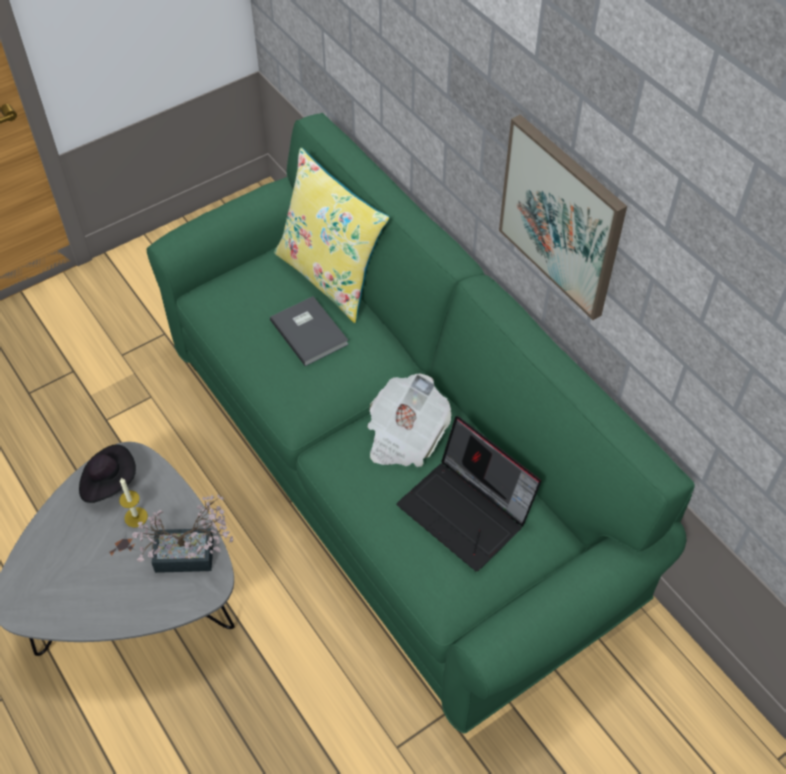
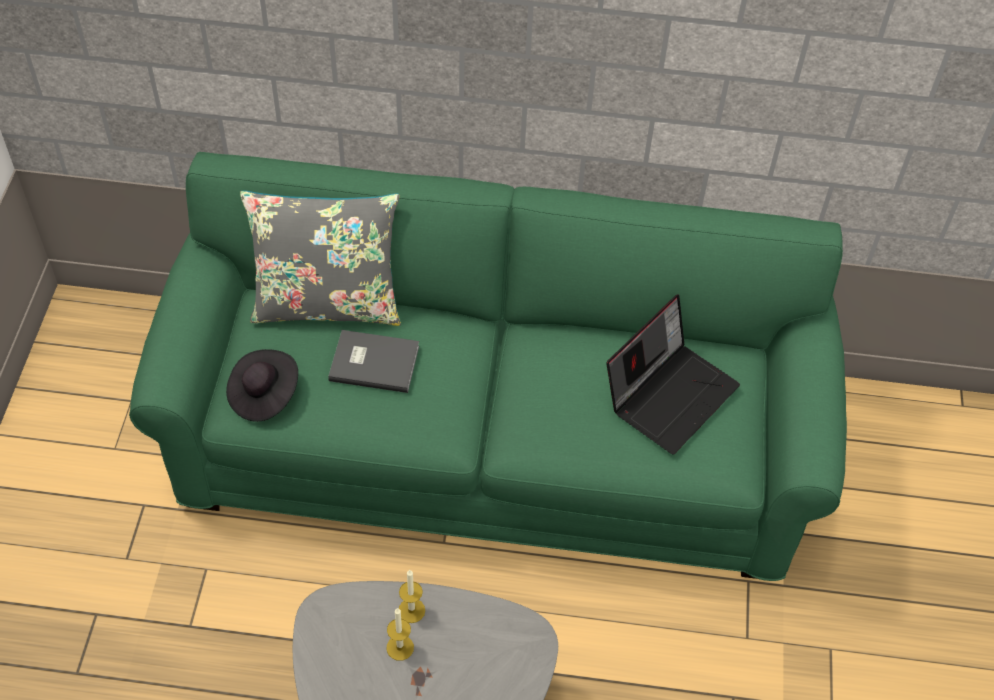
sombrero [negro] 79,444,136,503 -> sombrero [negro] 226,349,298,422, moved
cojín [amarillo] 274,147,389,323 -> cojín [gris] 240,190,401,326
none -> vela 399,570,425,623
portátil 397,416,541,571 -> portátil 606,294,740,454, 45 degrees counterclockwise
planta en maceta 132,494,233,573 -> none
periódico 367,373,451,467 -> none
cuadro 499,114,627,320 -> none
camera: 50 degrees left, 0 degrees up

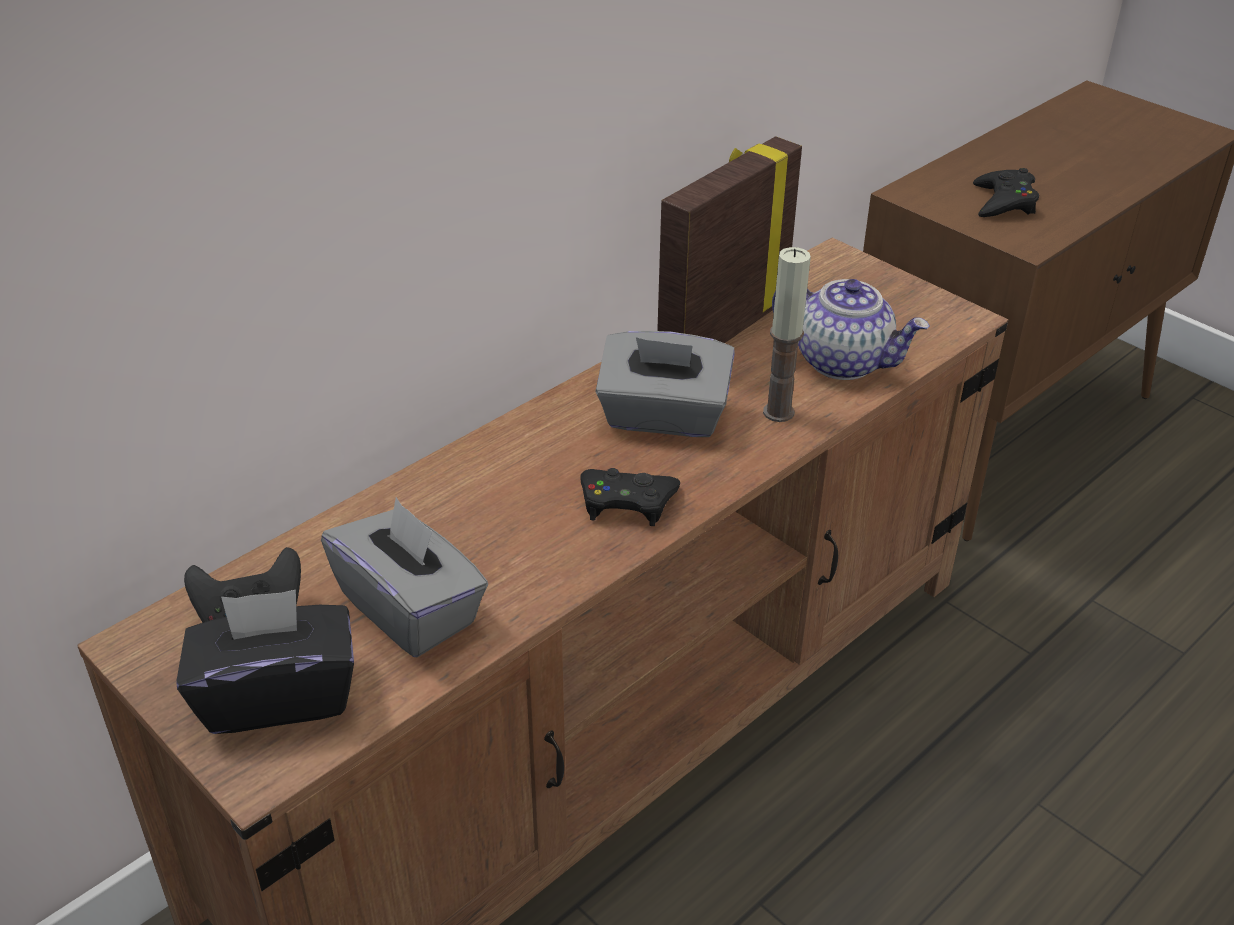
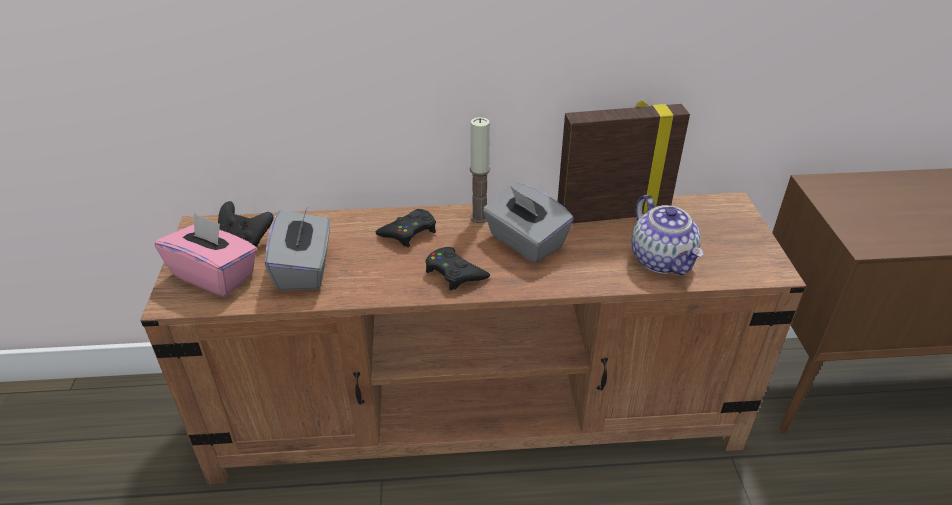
caja de pañuelos [negro] 176,590,354,734 -> caja de pañuelos [rosa] 155,213,257,296
mando de consola [negro] 973,168,1039,217 -> mando de consola [negro] 376,209,436,247, moved
vela 763,247,811,422 -> vela 470,117,490,223, moved
camera: 40 degrees right, 0 degrees up

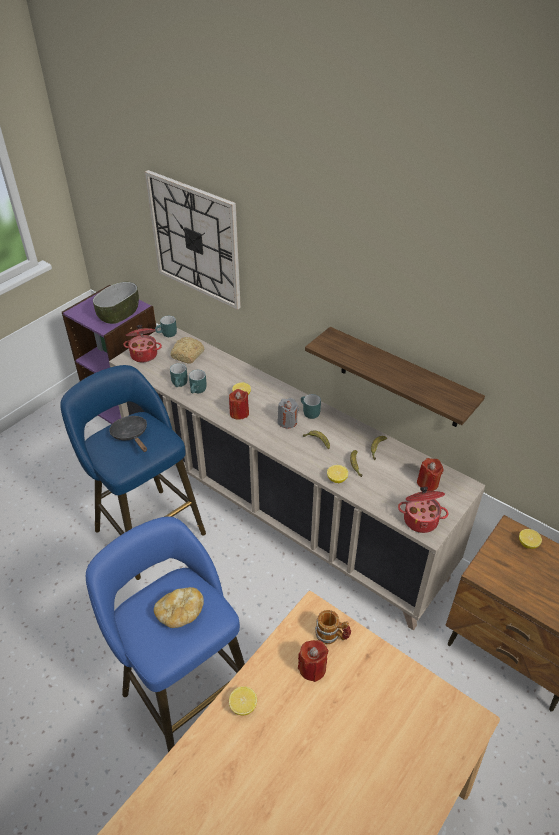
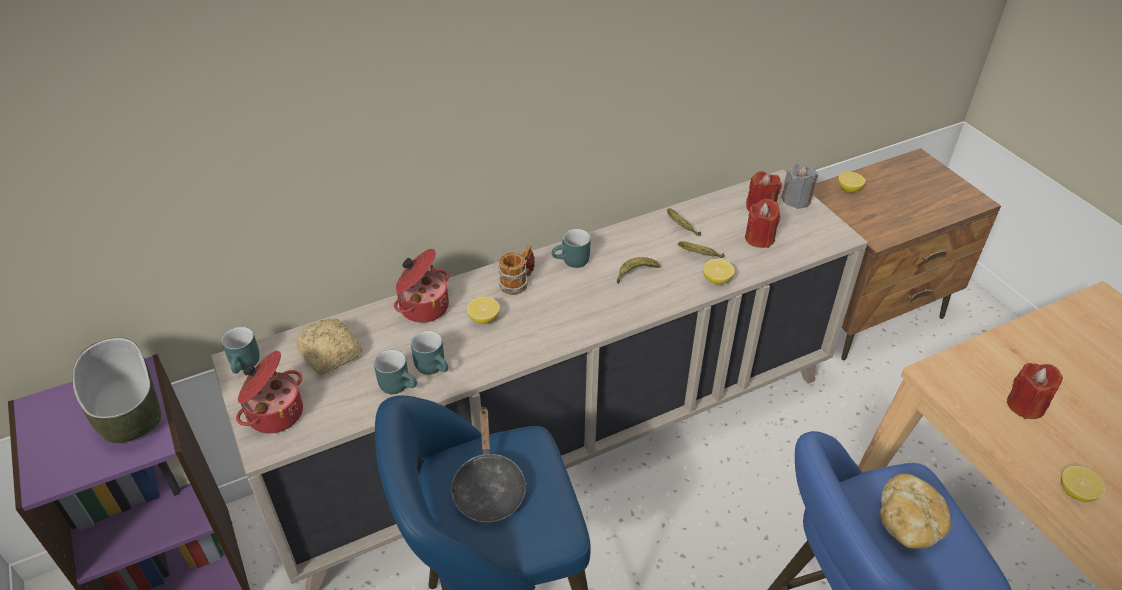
olla 398,486,448,533 -> olla 394,249,449,323, moved
sartén [negro] 109,416,147,452 -> sartén [negro] 450,408,527,523, 90 degrees counterclockwise
taza grande 315,610,351,644 -> taza grande 498,245,535,295, moved
vela [rojo] 229,389,249,420 -> vela [rojo] 745,199,780,248, moved
vela [gris] 277,398,299,429 -> vela [gris] 781,164,818,209, moved
reloj de pared 145,170,241,310 -> none
estante 305,327,485,427 -> none
camera: 65 degrees left, 0 degrees up

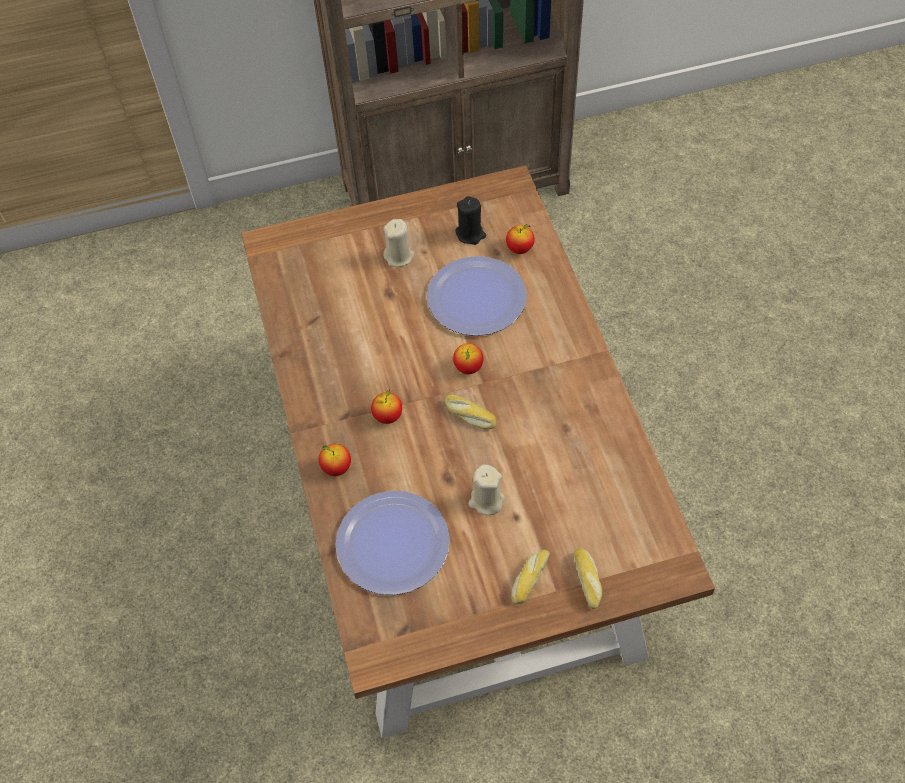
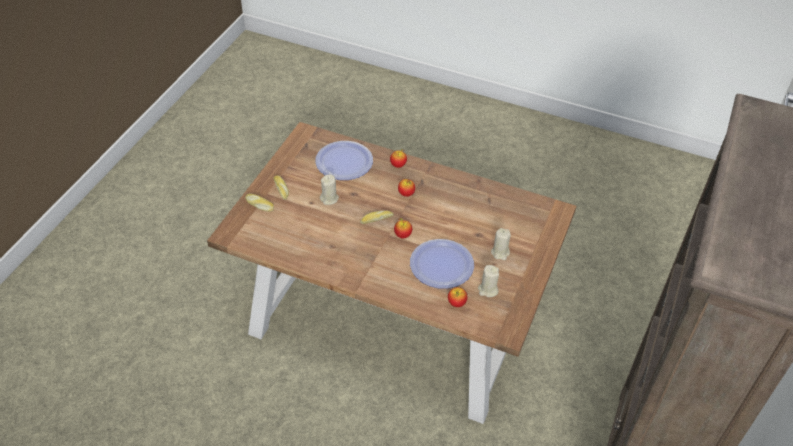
vela [negro] 455,196,486,245 -> vela [beis] 478,265,499,297
camera: 125 degrees right, 10 degrees down

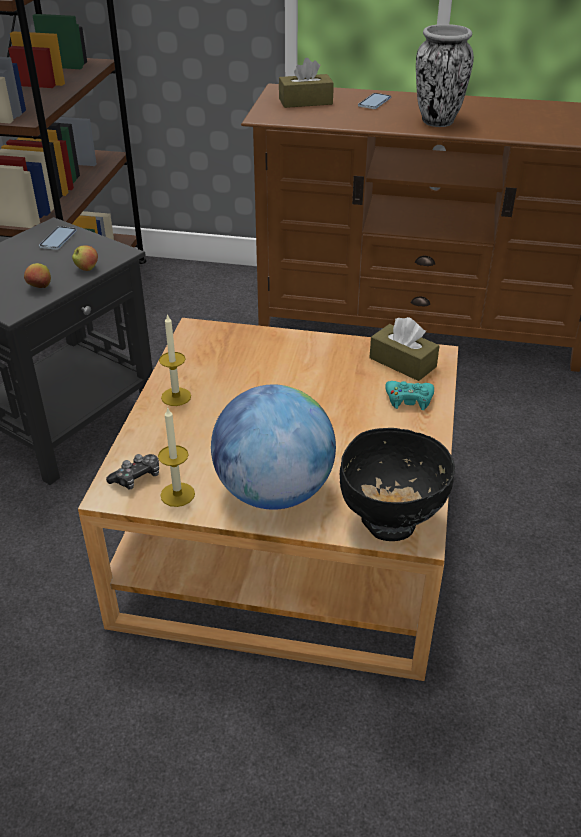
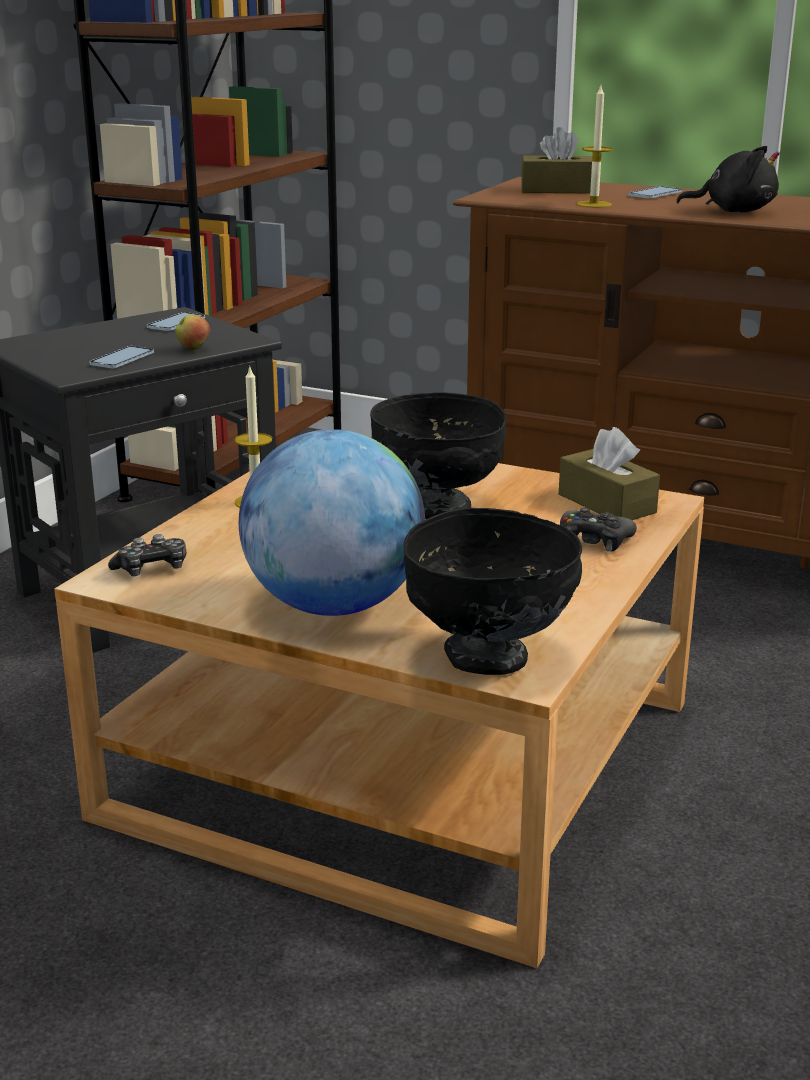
manzana 24,263,51,288 -> móvil 89,346,154,368
none -> cuenco [negro] 370,392,506,519
mando de consola [turquesa] 385,381,434,410 -> mando de consola [negro] 560,508,637,552
vela 158,407,195,507 -> vela 576,86,613,208, moved
florero 416,24,474,127 -> peluche [negro] 676,146,780,212
camera: 15 degrees right, 15 degrees down

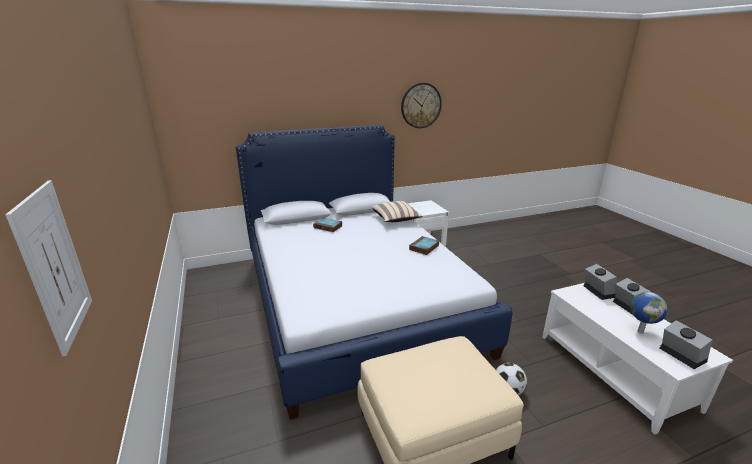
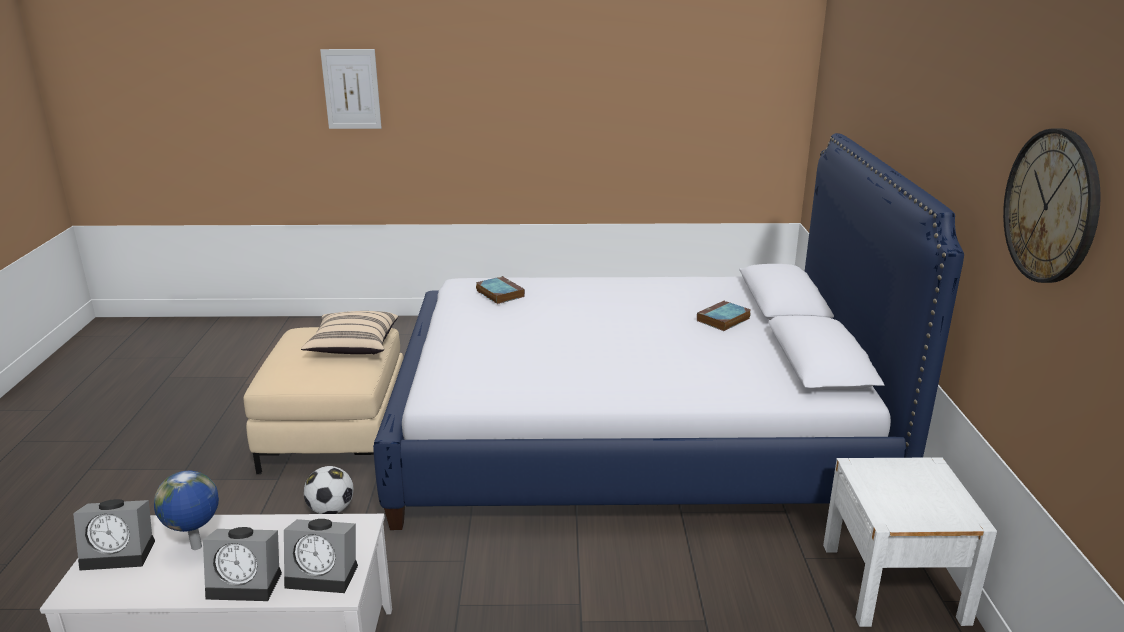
cojín [beis] 372,201,423,222 -> cojín [beis] 301,311,398,354, moved
libro 409,236,439,255 -> libro 476,276,525,304, moved
camera: 110 degrees right, 0 degrees up

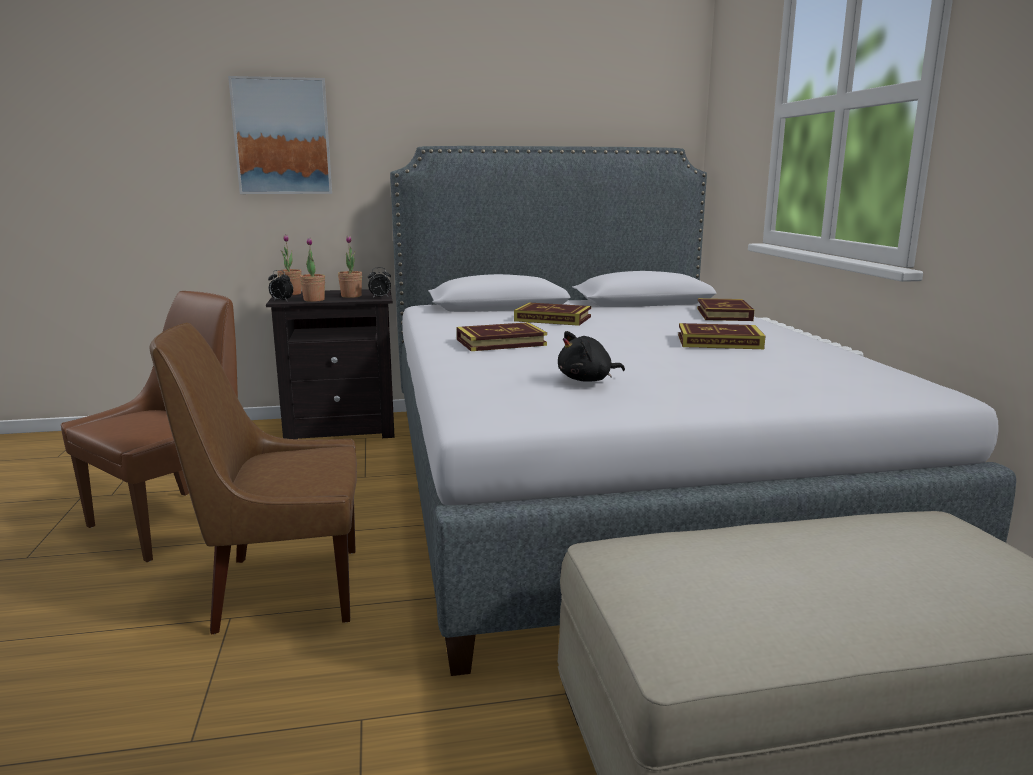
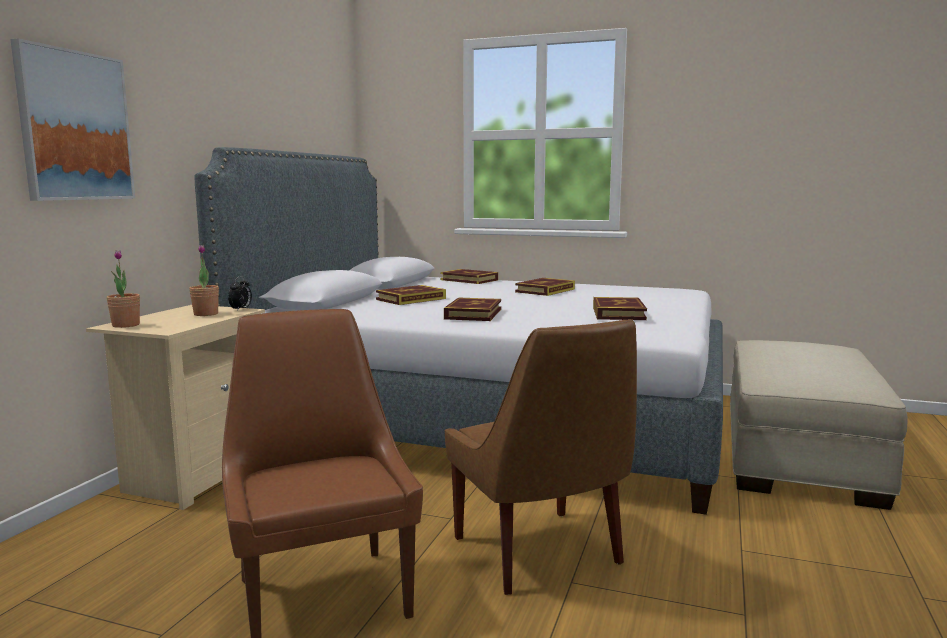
mesita de noche [negro] 266,289,395,439 -> mesita de noche [beis] 86,305,265,510
silla [marrón] 149,323,357,635 -> silla [marrón] 445,319,637,595, 45 degrees counterclockwise
peluche [negro] 558,331,625,382 -> libro 593,297,647,320
despertador 268,270,293,302 -> none
planta en maceta 300,238,325,302 -> none
camera: 60 degrees left, 5 degrees down

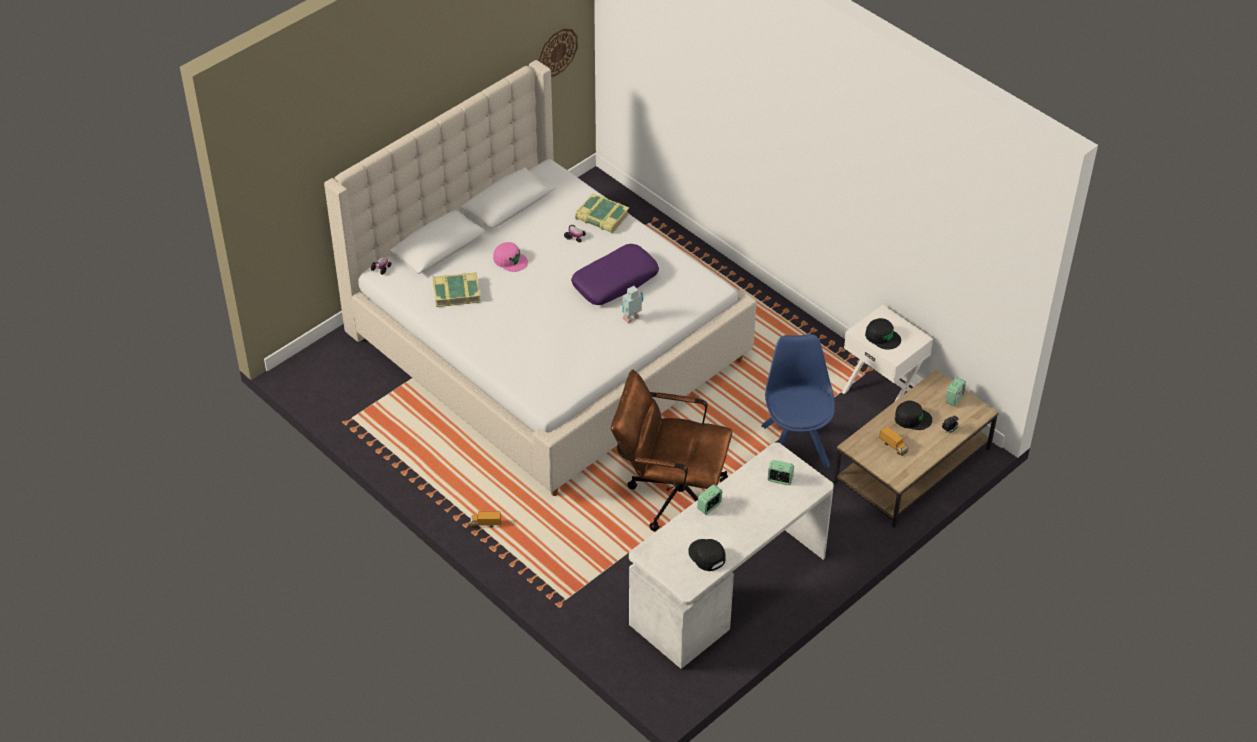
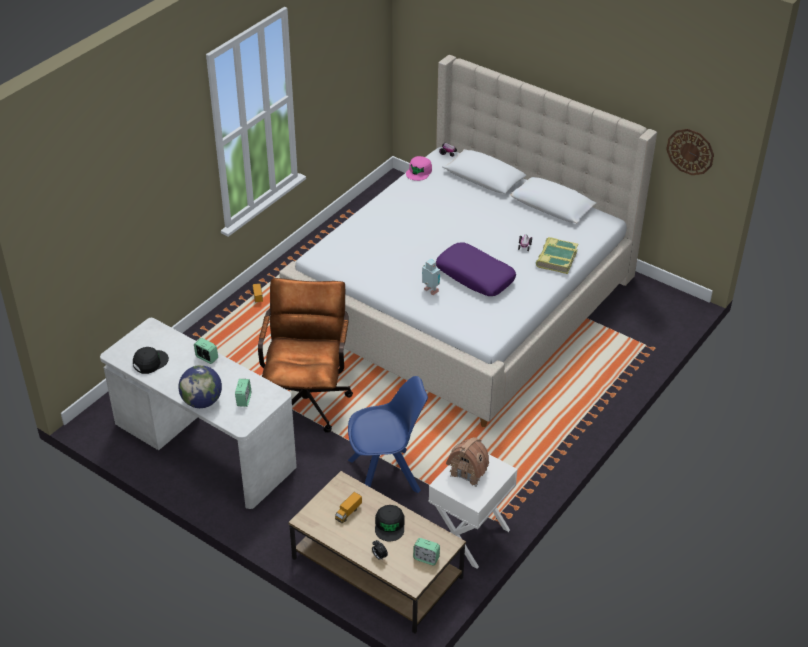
none -> globo terráqueo 178,365,222,408
gorra [rosa] 493,242,528,272 -> gorra [rosa] 406,156,432,181, moved
gorra [negro] 865,318,901,350 -> casita 446,437,489,487
libro 433,272,480,307 -> none
camera: 80 degrees right, 5 degrees down

